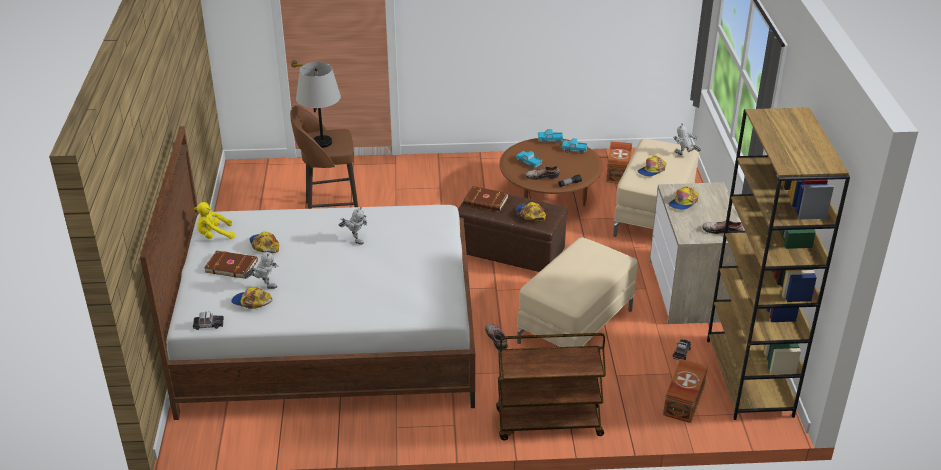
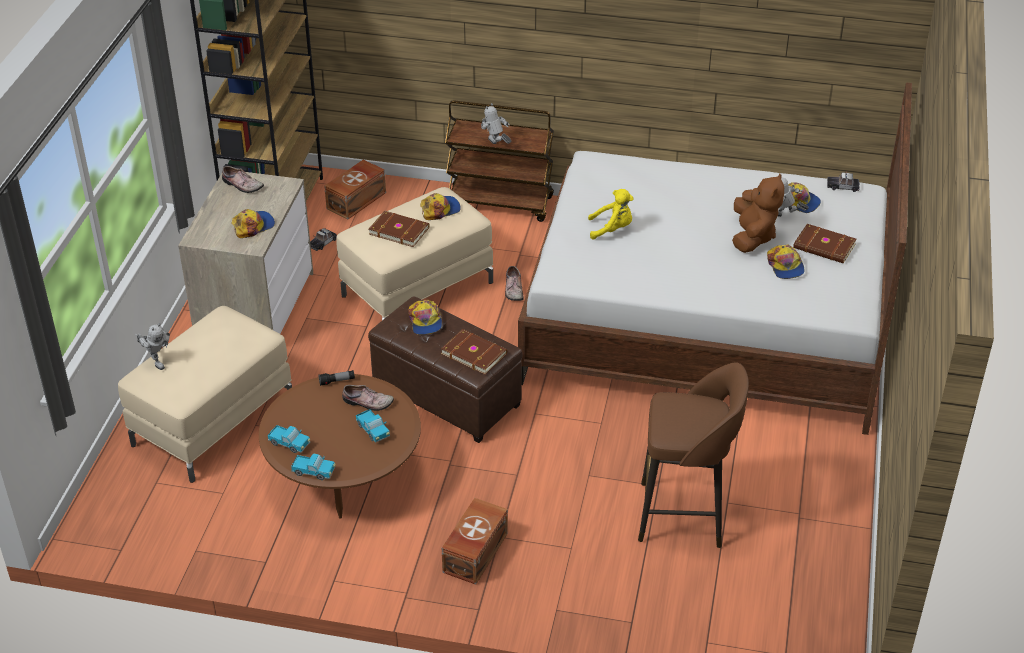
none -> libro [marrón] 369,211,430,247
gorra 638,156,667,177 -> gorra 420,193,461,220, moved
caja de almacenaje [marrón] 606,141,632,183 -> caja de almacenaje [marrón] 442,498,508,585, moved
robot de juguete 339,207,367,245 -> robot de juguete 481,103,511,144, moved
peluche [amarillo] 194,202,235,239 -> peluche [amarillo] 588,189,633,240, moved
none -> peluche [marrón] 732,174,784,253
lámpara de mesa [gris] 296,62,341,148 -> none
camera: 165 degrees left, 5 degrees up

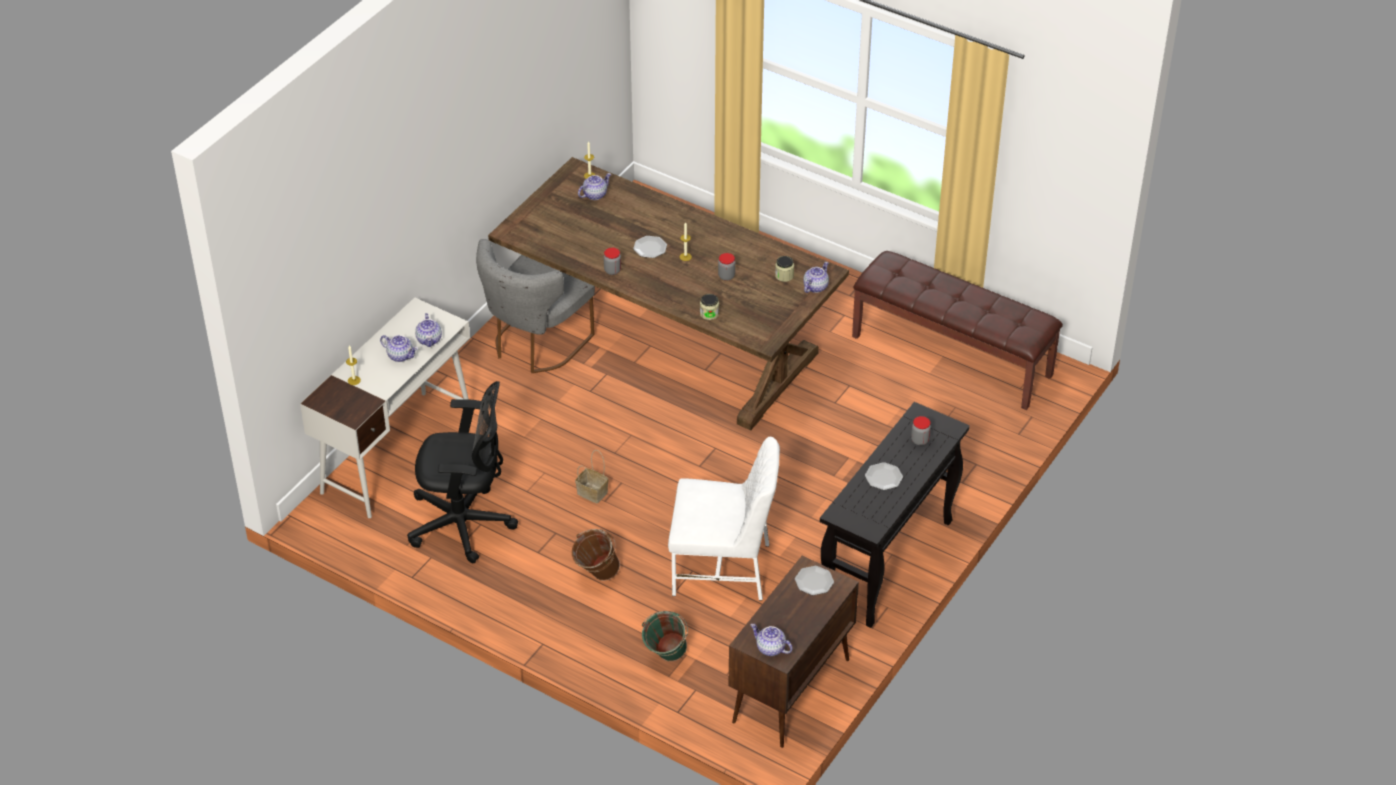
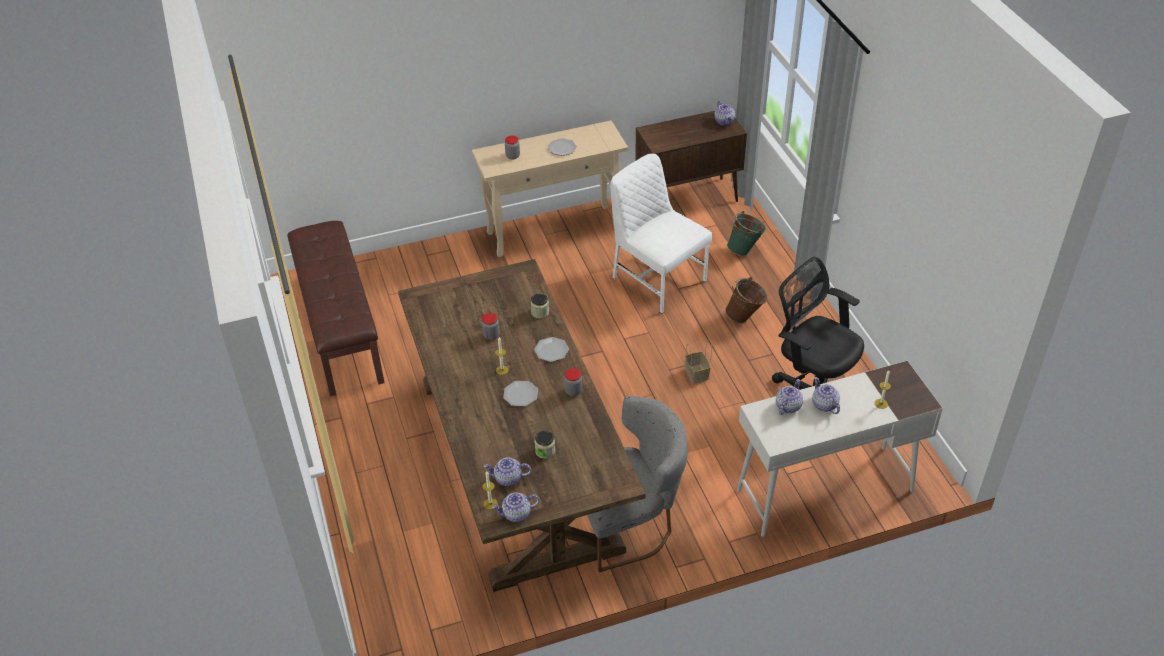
mesa consola [negro] 820,402,970,628 -> mesa consola [beis] 472,120,628,257
tetera 803,262,829,293 -> tetera 492,493,539,522, moved
plato 795,566,834,595 -> plato 534,337,569,362, moved
tarro 775,256,794,282 -> tarro 535,431,555,459, moved
camera: 140 degrees left, 0 degrees up

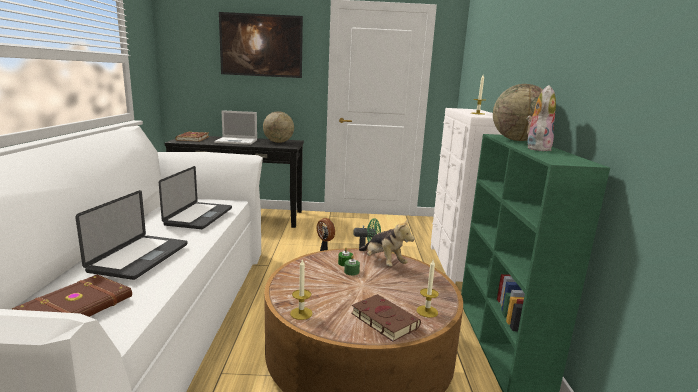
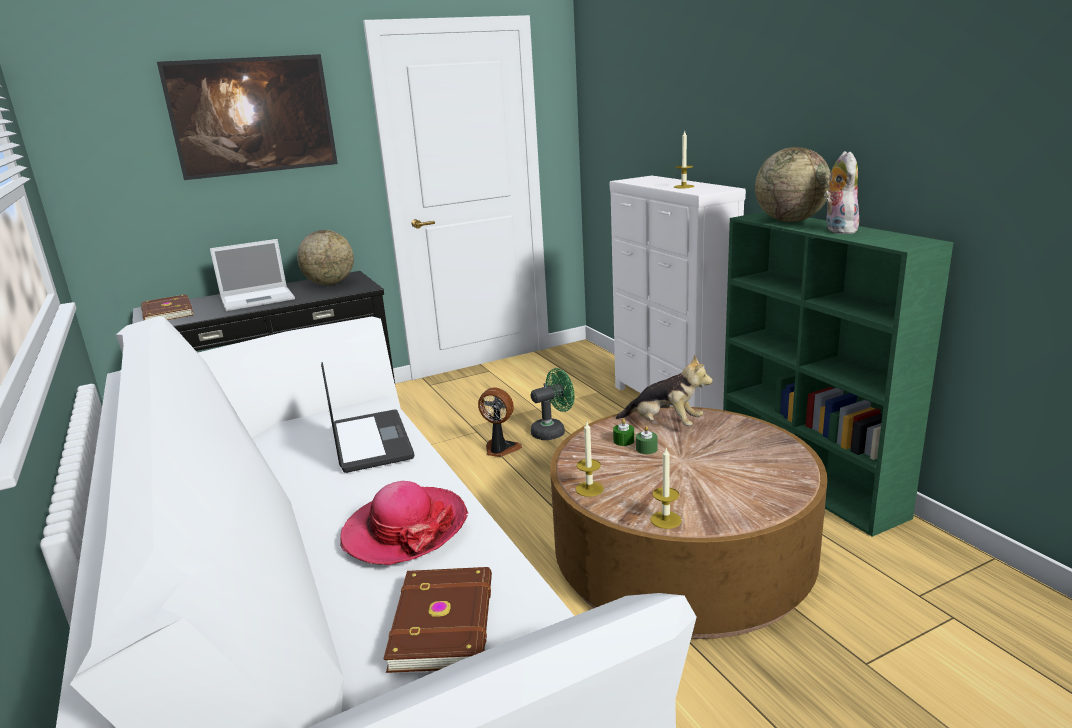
portátil 75,190,187,280 -> sombrero 340,481,468,565
vela 417,260,439,318 -> vela 576,422,604,497, moved
libro [marrón] 351,294,421,342 -> none
camera: 25 degrees left, 5 degrees up

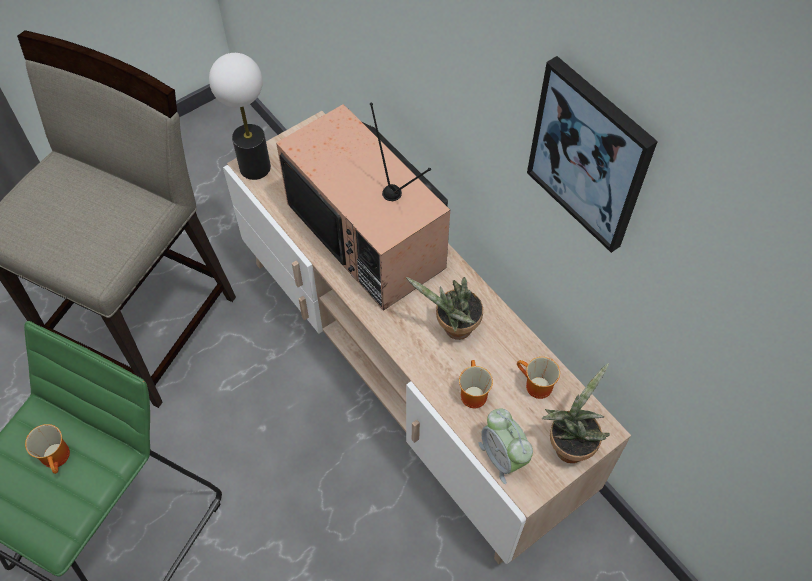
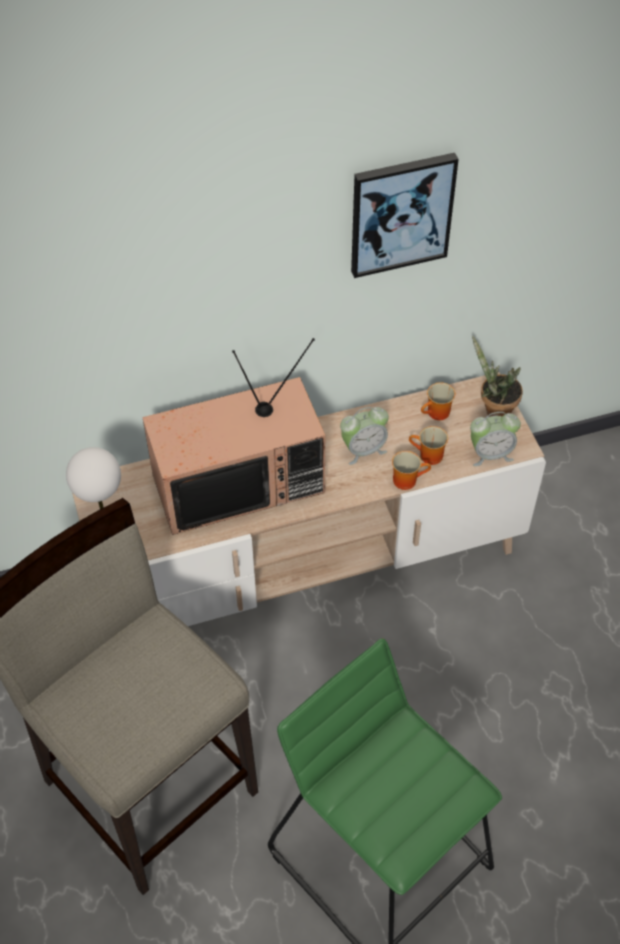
planta en maceta 406,277,483,340 -> despertador 340,407,389,465
taza grande 25,424,70,474 -> taza grande 392,451,431,490, moved
camera: 70 degrees left, 5 degrees down

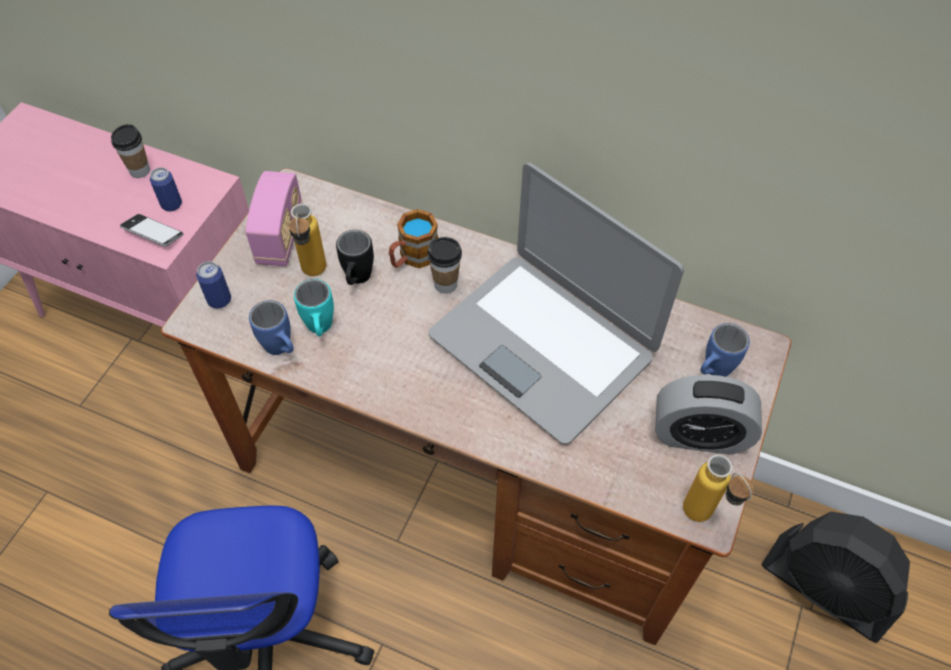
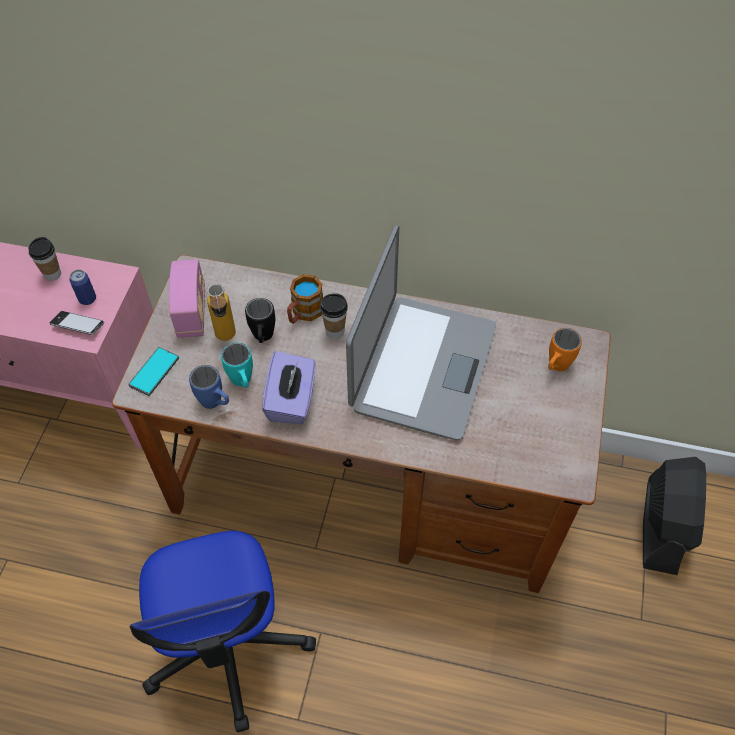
lata 196,261,231,308 -> móvil 128,347,179,396
none -> caja de pañuelos [morado] 262,351,315,424
portátil 428,163,684,445 -> portátil 346,226,496,440, 105 degrees counterclockwise
taza grande [azul] 701,323,750,377 -> taza grande [naranja] 548,328,582,371
ventilador [negro] 761,512,910,643 -> ventilador [negro] 643,457,706,575, 105 degrees counterclockwise
despertador 655,375,762,455 -> none
botella 683,455,754,522 -> none
camera: 10 degrees left, 0 degrees up

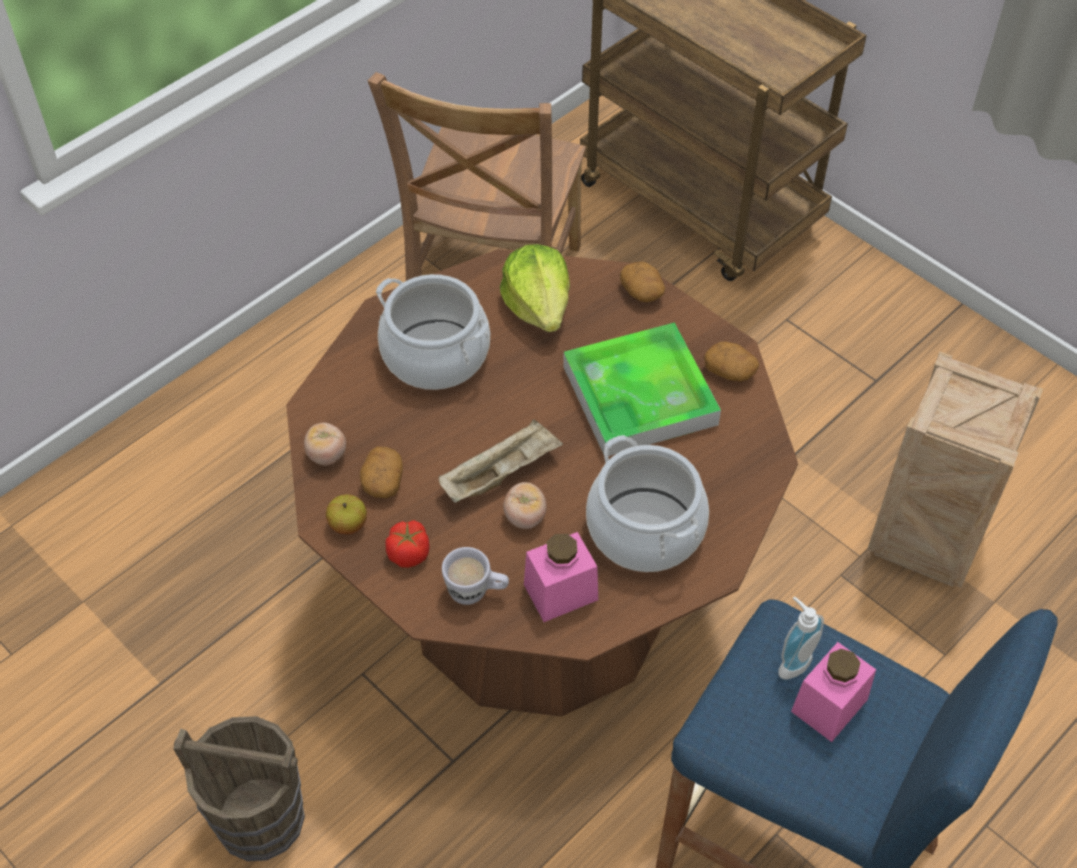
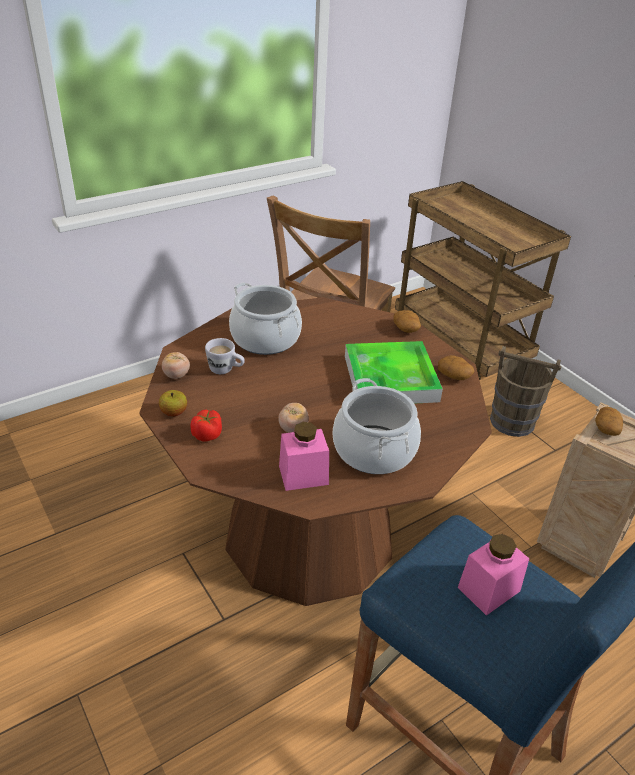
taza grande [blanco] 442,547,509,605 -> taza grande [blanco] 205,338,245,374, moved
cubo [marrón] 173,716,305,861 -> cubo [marrón] 490,346,562,437, moved
patata 360,447,403,498 -> patata 595,407,623,436, moved
bandeja [beis] 439,419,563,503 -> none
lechuga 500,244,570,332 -> none
dispensador de jabón 778,596,824,679 -> none
camera: 10 degrees right, 15 degrees down

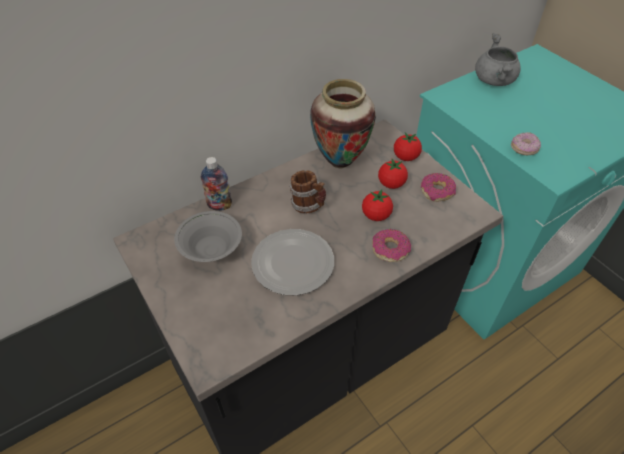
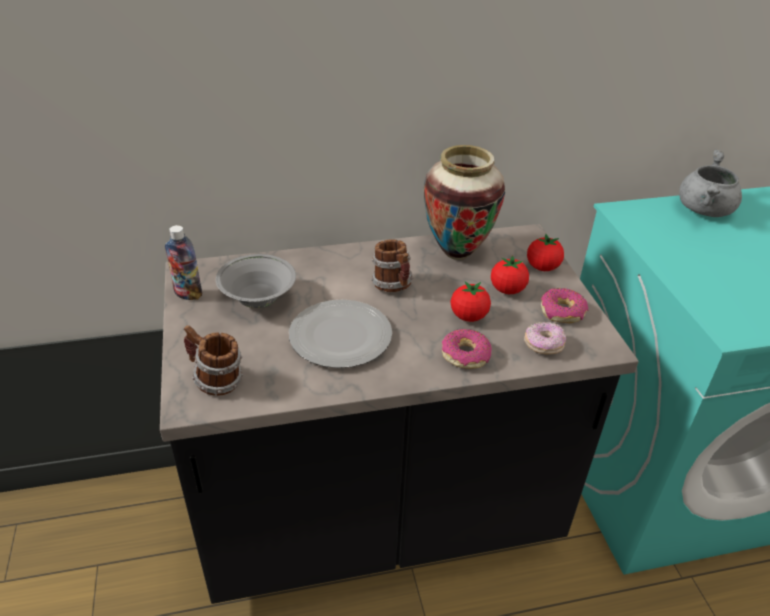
botella 201,157,232,211 -> botella 165,225,202,300, moved
none -> taza grande 184,325,243,396
rosquilla 511,132,541,155 -> rosquilla 524,322,566,355, moved
camera: 20 degrees right, 10 degrees down

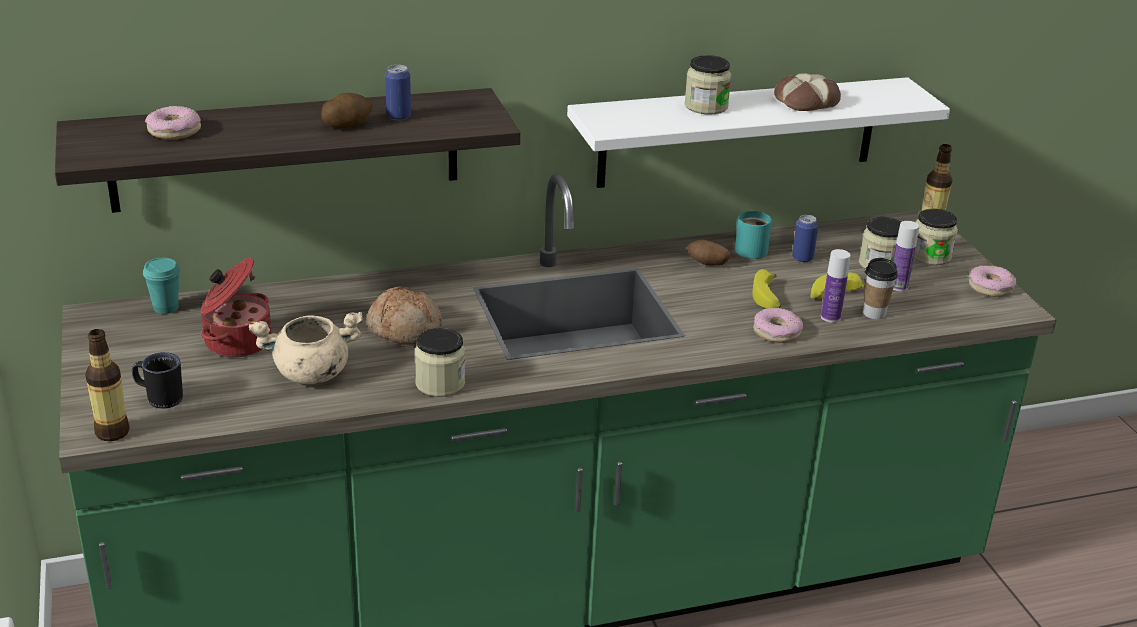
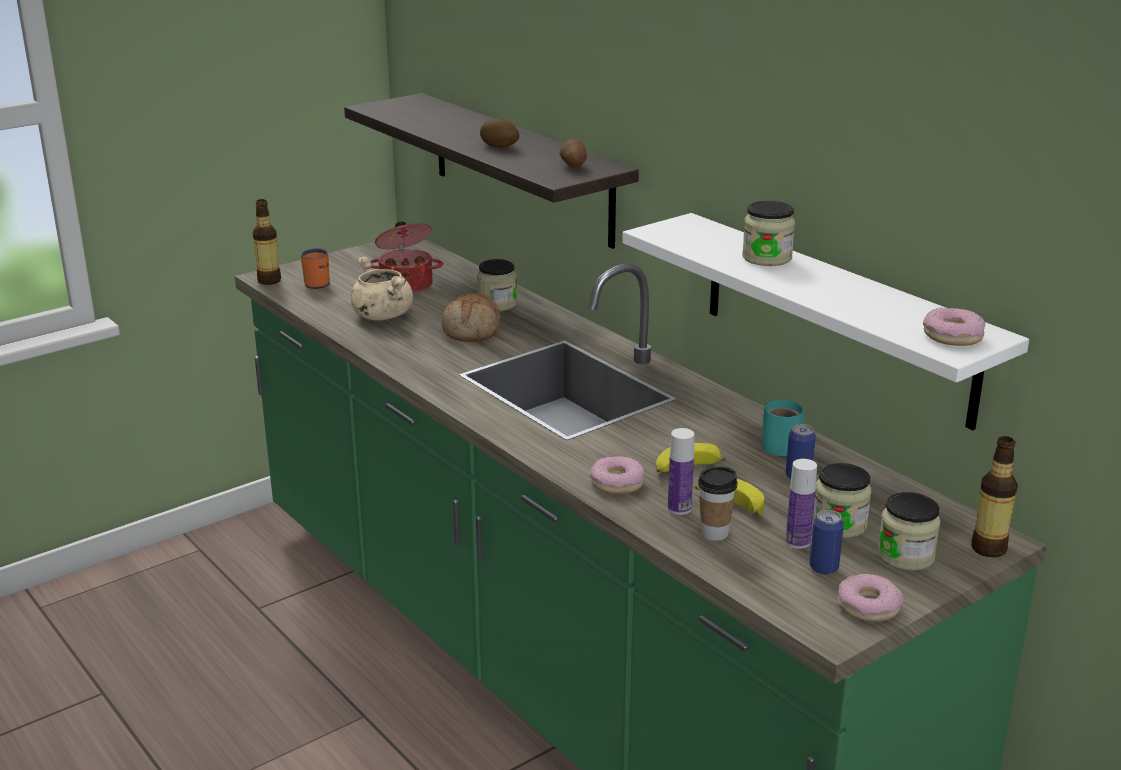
taza grande [negro] 132,352,183,409 -> taza grande [naranja] 301,248,330,289
tarro 415,328,465,397 -> tarro 477,259,517,311, moved
patata 687,240,731,266 -> patata 559,139,587,168, moved
lata 385,65,411,120 -> lata 810,510,844,575, moved
rosquilla 145,106,201,140 -> rosquilla 923,308,985,346, moved
taza [turquesa] 143,258,180,314 -> none
pan 774,73,841,111 -> none
camera: 70 degrees right, 5 degrees down

